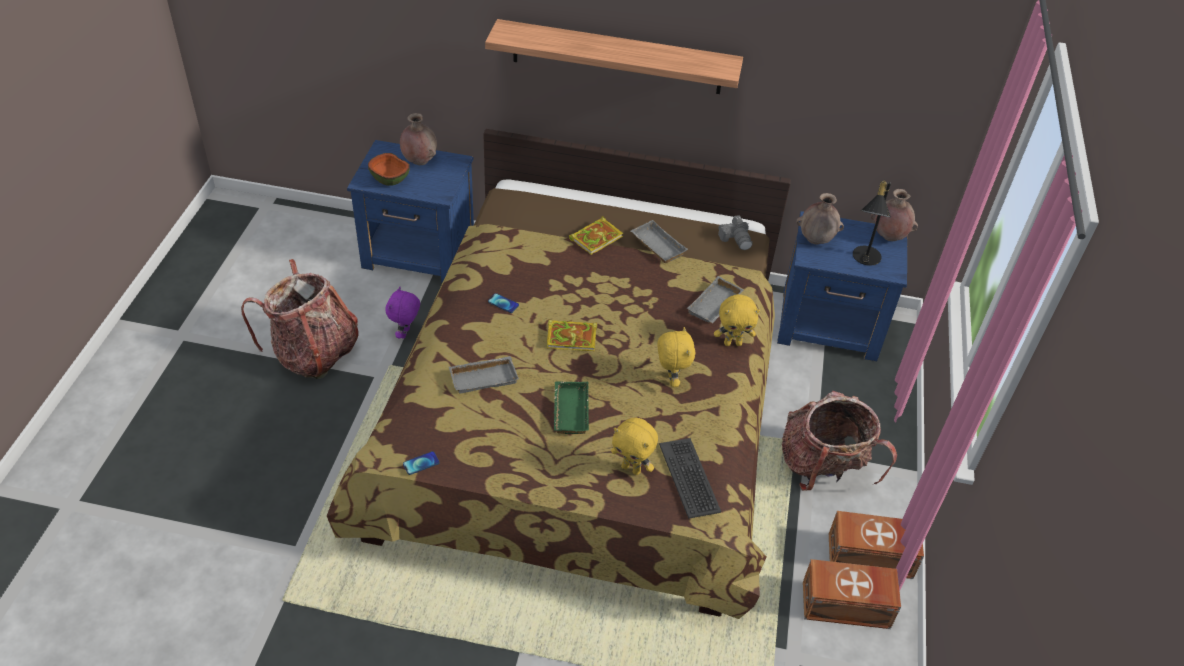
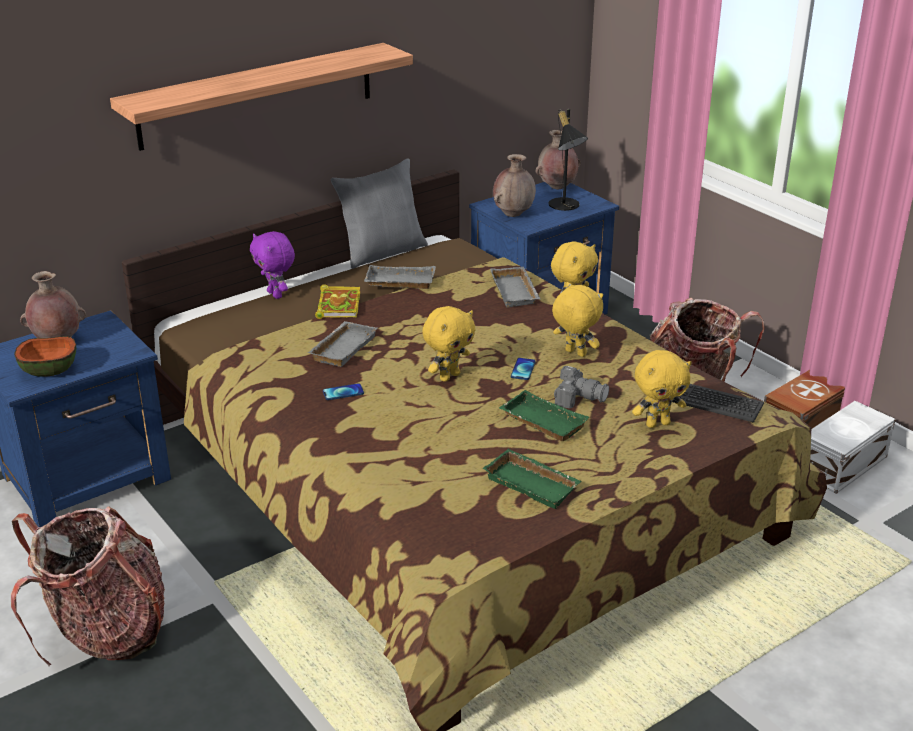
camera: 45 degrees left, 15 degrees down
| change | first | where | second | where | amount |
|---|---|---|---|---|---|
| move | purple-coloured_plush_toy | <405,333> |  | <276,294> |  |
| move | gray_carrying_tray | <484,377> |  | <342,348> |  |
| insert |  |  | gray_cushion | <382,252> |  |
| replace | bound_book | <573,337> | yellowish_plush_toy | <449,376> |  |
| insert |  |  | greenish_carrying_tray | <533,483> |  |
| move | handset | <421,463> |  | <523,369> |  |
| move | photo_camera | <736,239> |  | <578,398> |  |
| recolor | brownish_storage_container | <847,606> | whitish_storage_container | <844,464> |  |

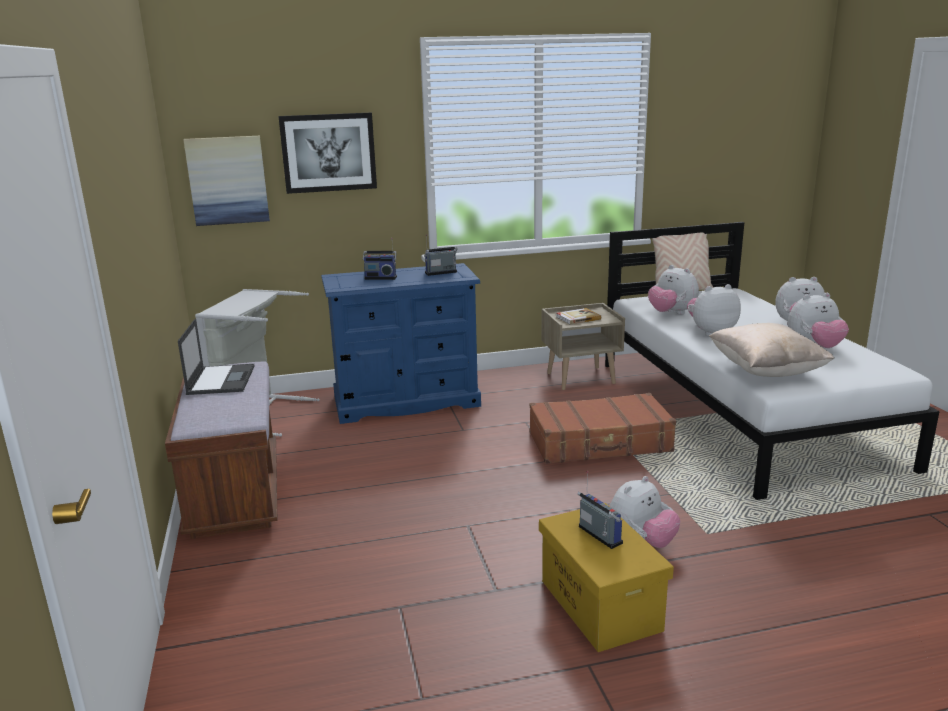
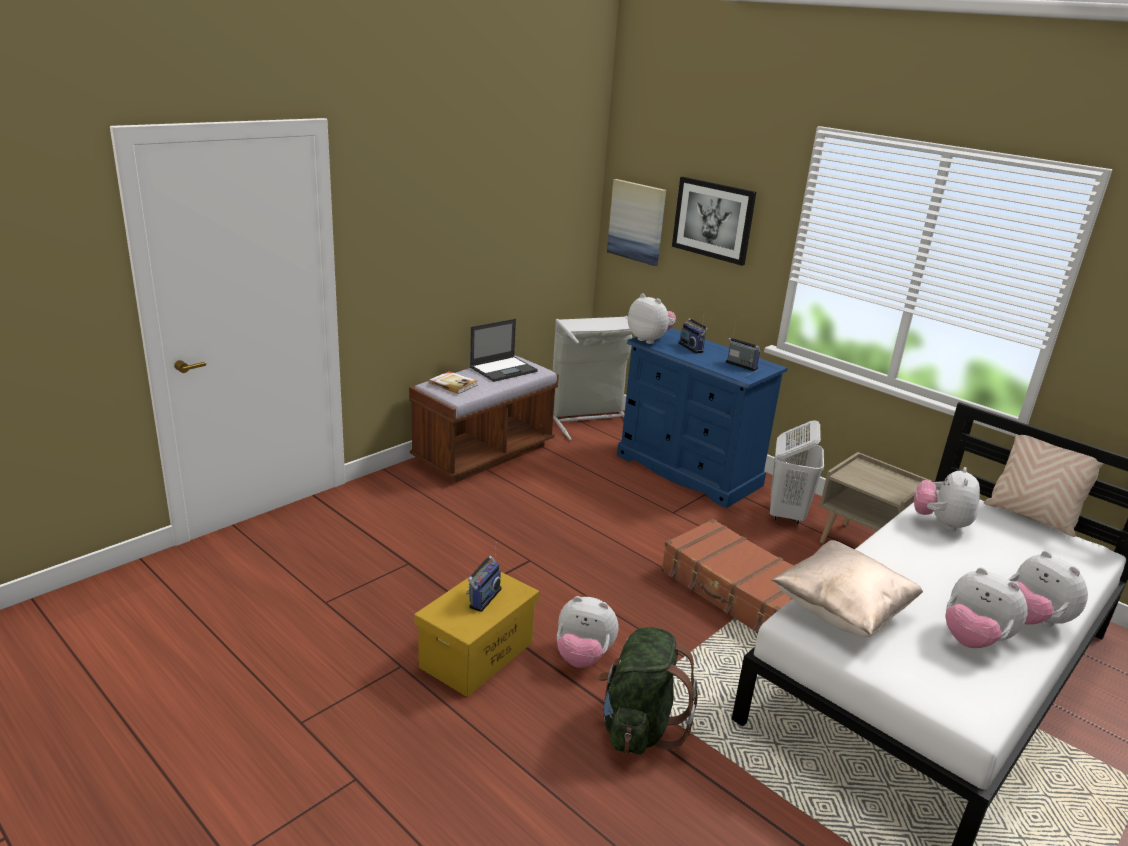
camera: 55 degrees right, 5 degrees up
| change | first | where | second | where | amount |
|---|---|---|---|---|---|
| move | bound_book | <577,318> |  | <453,384> |  |
| insert |  |  | greenish_rucksack | <638,727> |  |
| move | plush_toy | <710,332> |  | <649,340> |  |
| insert |  |  | whitish_laundry_basket | <786,514> |  |

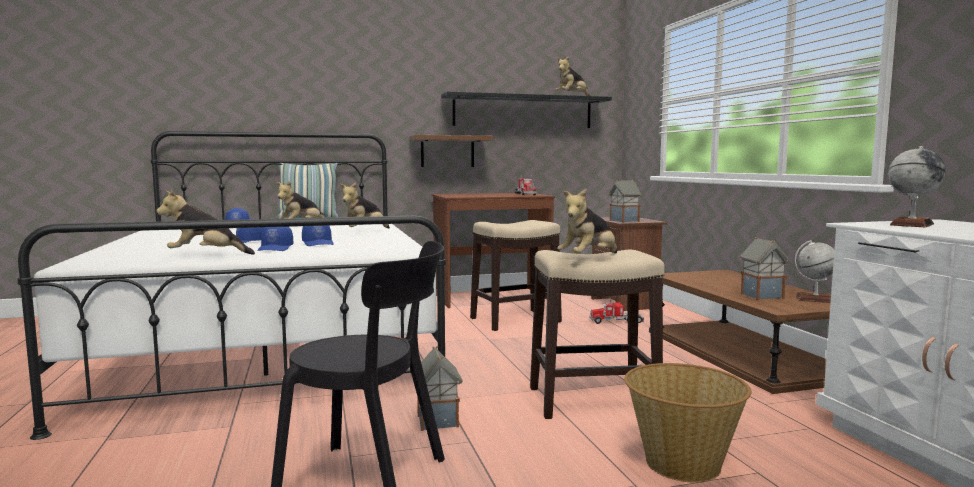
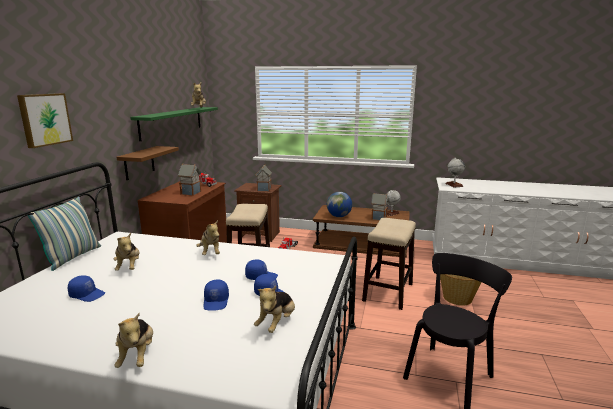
camera: 60 degrees left, 10 degrees up
| change | first | where | second | where | amount |
|---|---|---|---|---|---|
| insert |  |  | wall_art | <44,119> |  |
| move | plush_toy | <589,258> |  | <137,356> |  |
| recolor | black-coloured_wall_shelf | <523,111> | greenish_wall_shelf | <172,122> |  |
| move | miniature_house | <438,422> |  | <191,193> |  |
| insert |  |  | desk_globe | <339,216> |  |

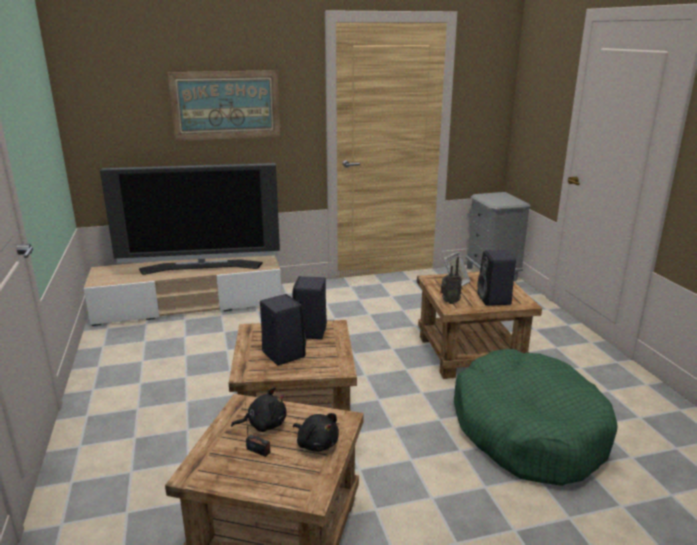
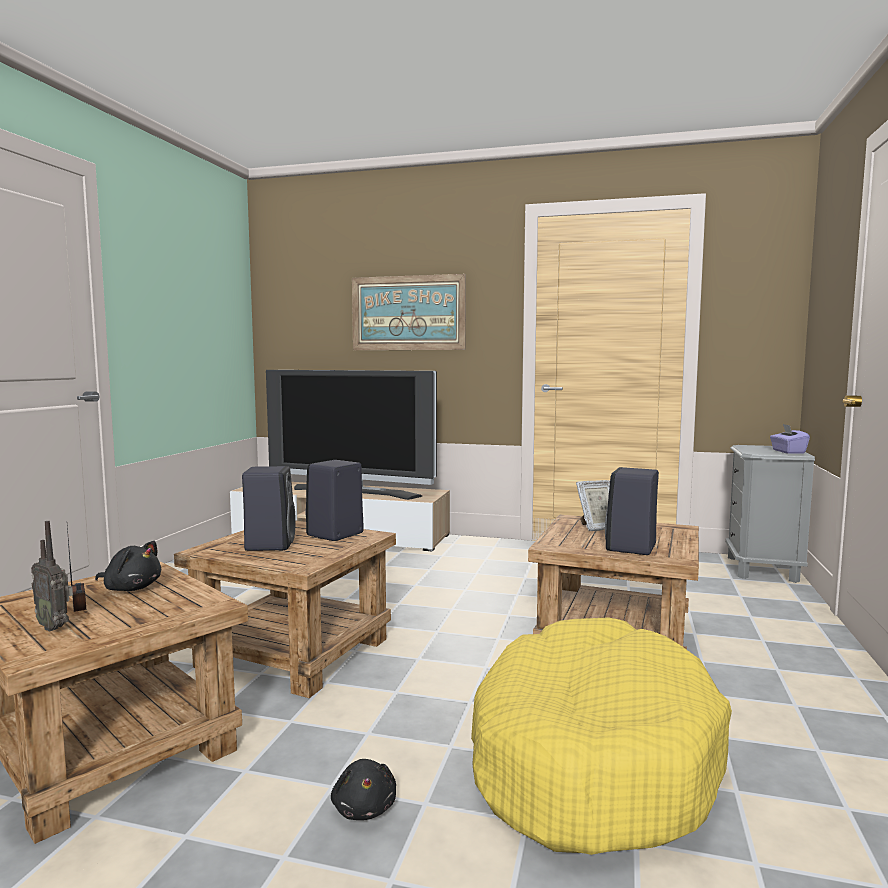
camera: 30 degrees right, 15 degrees down
| change | first | where | second | where | amount |
|---|---|---|---|---|---|
| move | radio | <449,302> |  | <55,627> |  |
| move | black-coloured_plush_toy | <316,443> |  | <364,808> |  |
| recolor | greenish_pet_bed | <527,430> | yellowish_pet_bed | <590,757> |  |
| insert |  |  | purple-coloured_tissue_box | <788,452> |  |

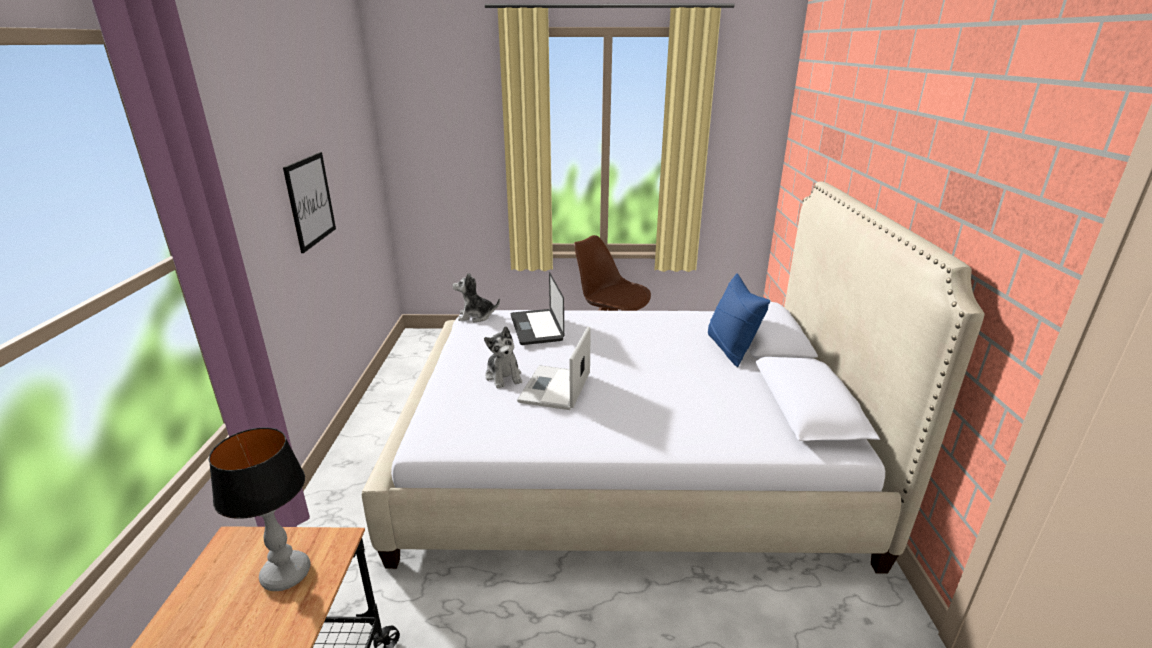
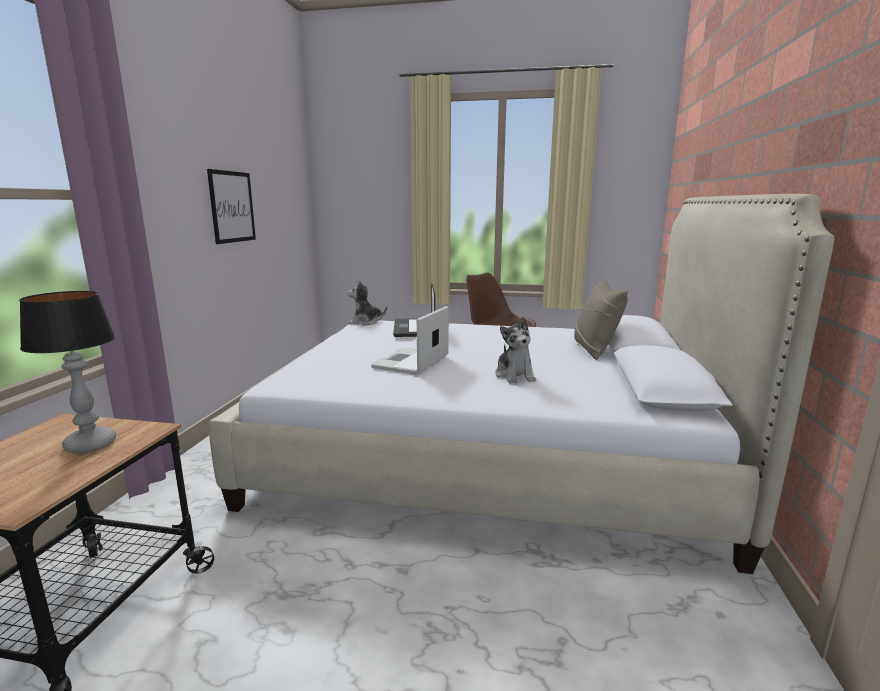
camera: 10 degrees right, 10 degrees down
| change | first | where | second | where | amount |
|---|---|---|---|---|---|
| move | plush_toy | <504,376> |  | <515,375> |  |
| recolor | blue_cushion | <731,348> | beige-coloured_cushion | <595,349> |  |

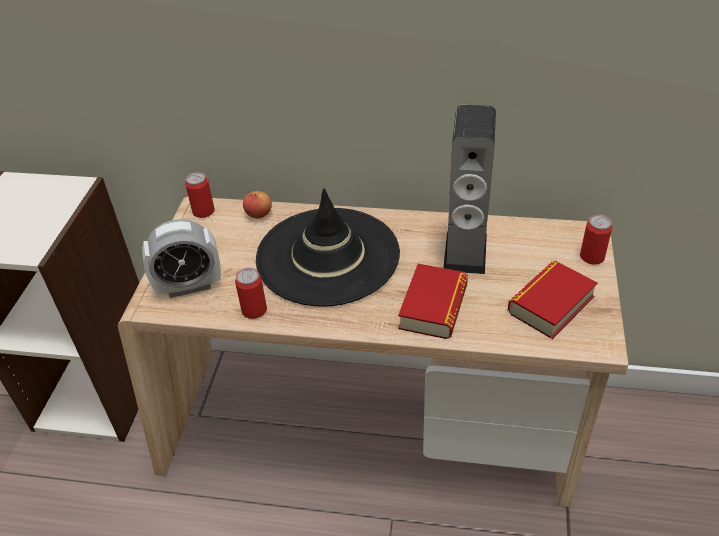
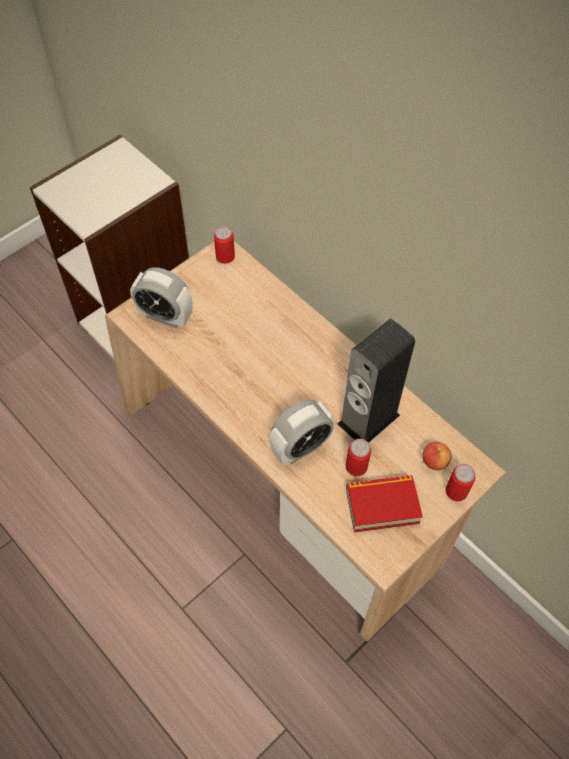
camera: 35 degrees right, 15 degrees up
| change | first | where | second | where | amount |
|---|---|---|---|---|---|
| replace | bound_book | <433,307> | alarm_clock | <301,448> |  |
| move | sealed_can | <254,310> |  | <356,466> |  |
| move | apple_fruit | <259,214> |  | <434,461> |  |
| delete | black-coloured_clothing_hat | <328,256> |  |  |  |

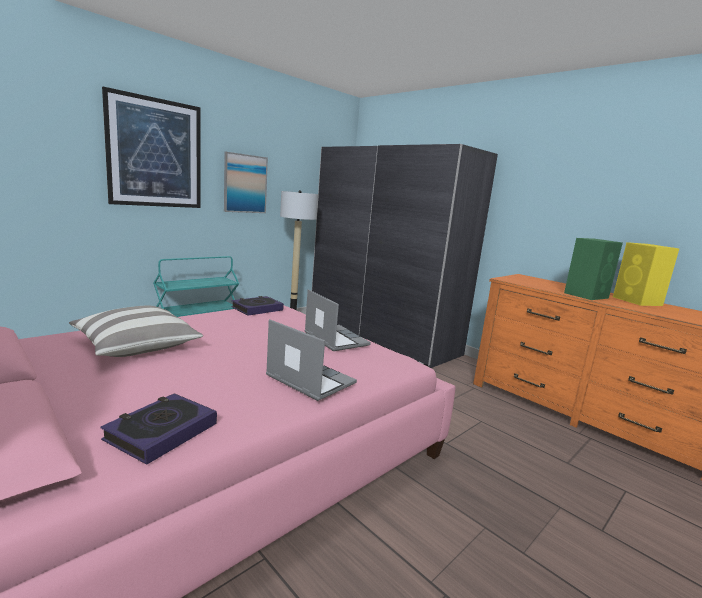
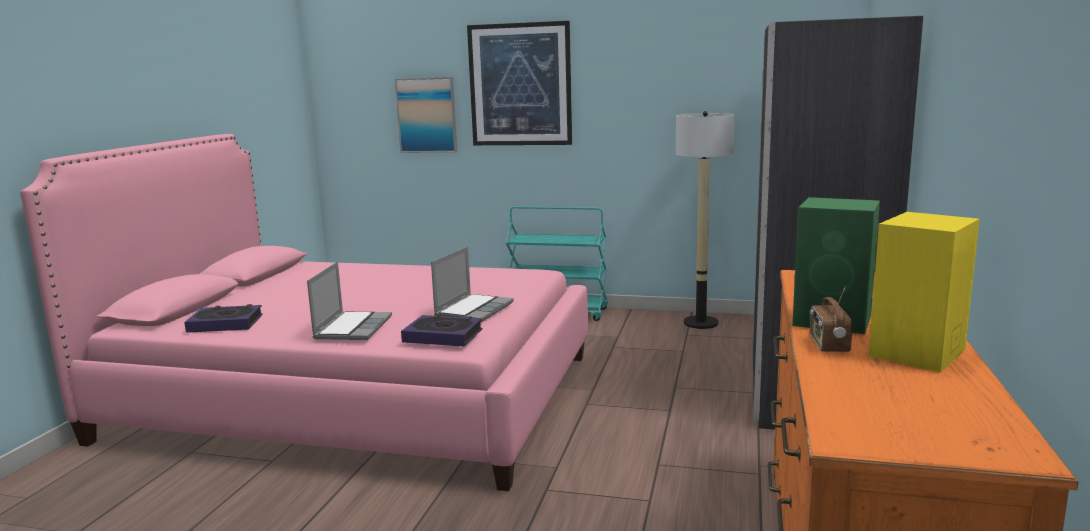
camera: 60 degrees right, 0 degrees up
| change | first | where | second | where | amount |
|---|---|---|---|---|---|
| move | wall_art | <245,183> |  | <427,115> |  |
| move | bound_book | <257,309> |  | <443,336> |  |
| insert |  |  | radio | <828,345> |  |
| delete | cushion | <137,346> |  |  |  |

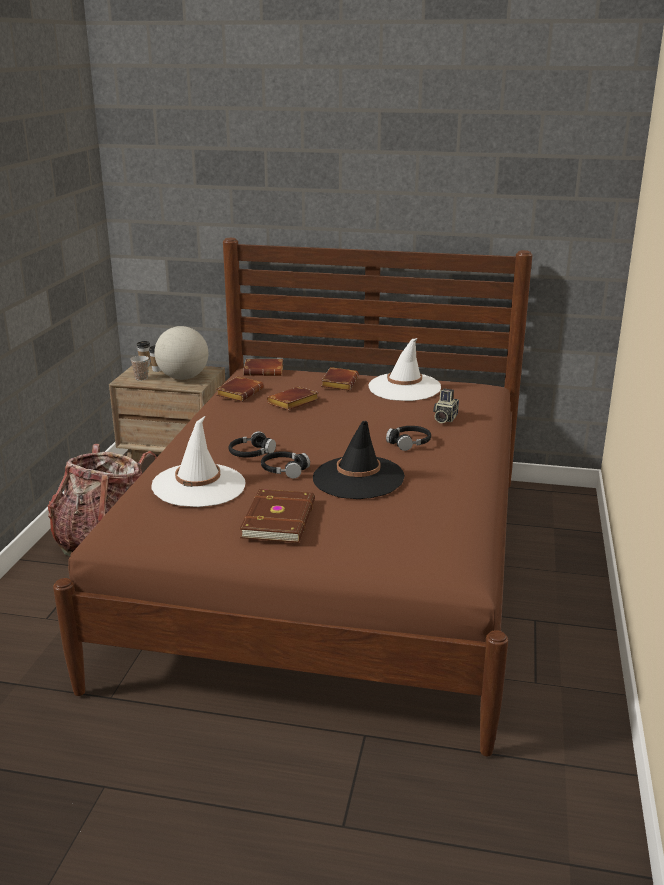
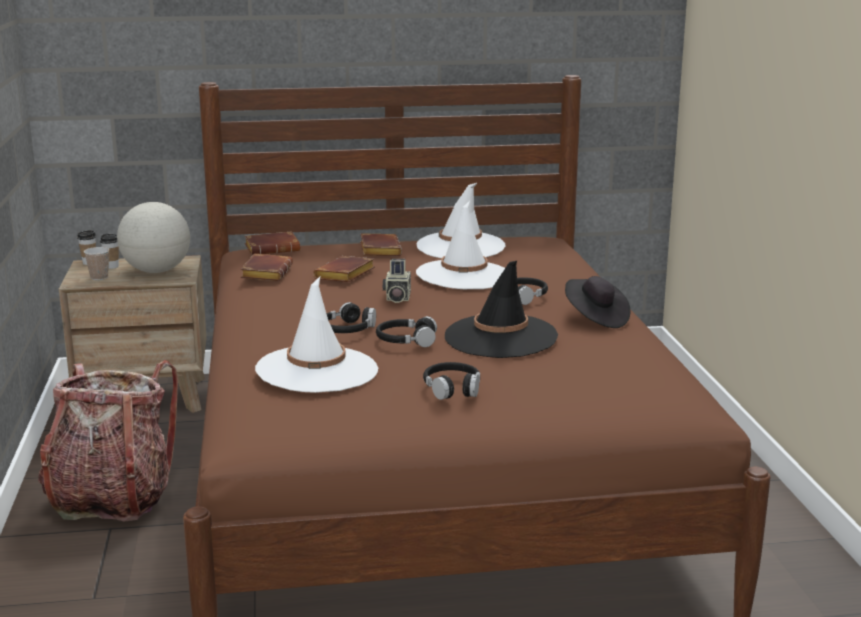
camera: 20 degrees left, 5 degrees down
| change | first | where | second | where | amount |
|---|---|---|---|---|---|
| move | photo_camera | <444,418> |  | <396,298> |  |
| insert |  |  | whitish_clothing_hat | <464,276> |  |
| replace | brownish_bound_book | <280,519> | black-coloured_headphones | <452,388> |  |
| insert |  |  | black-coloured_clothing_hat | <595,318> |  |

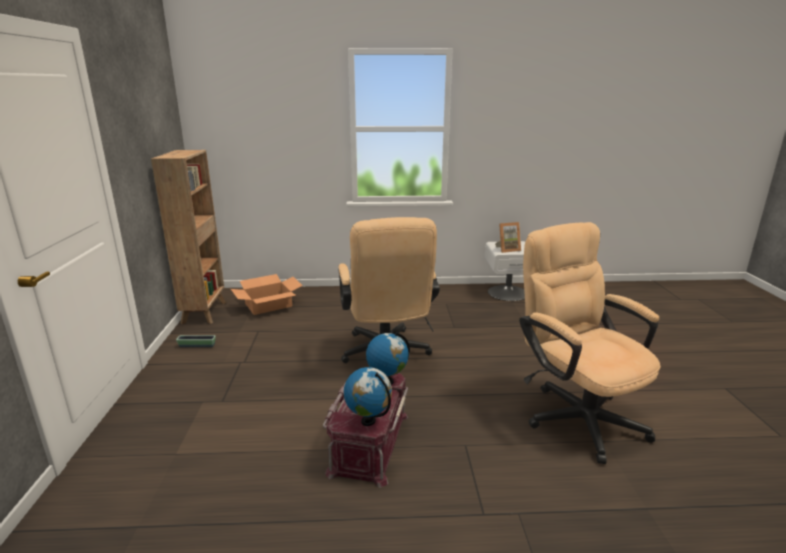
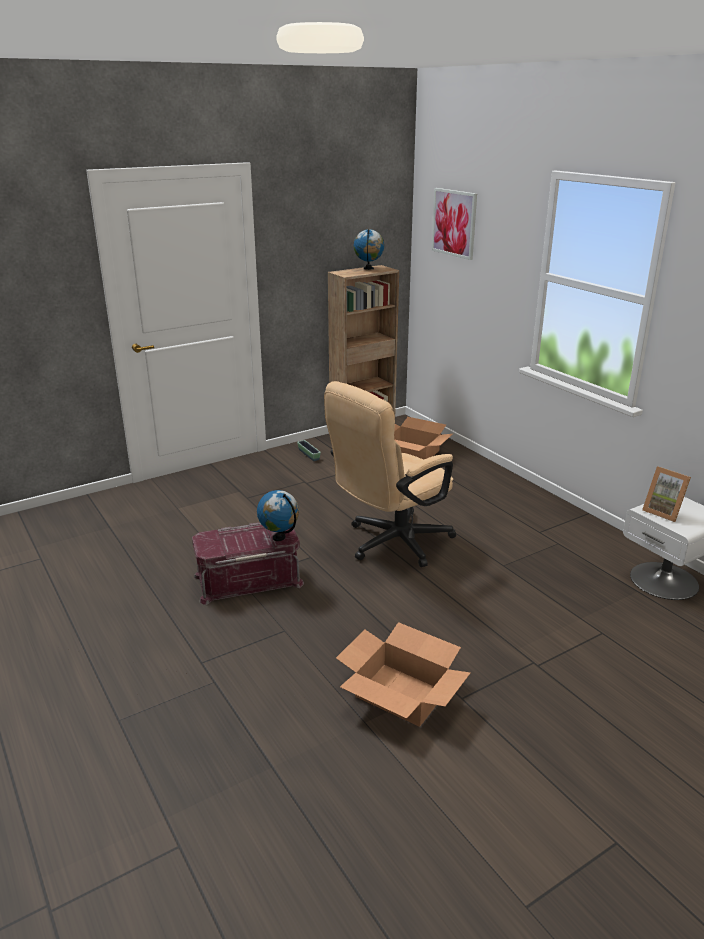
camera: 60 degrees right, 5 degrees up
| change | first | where | second | where | amount |
|---|---|---|---|---|---|
| replace | beige-coloured_office_chair | <576,414> | cardboard_box | <401,694> |  |
| move | desk_globe | <368,421> |  | <368,268> |  |
| insert |  |  | wall_art | <454,223> |  |

